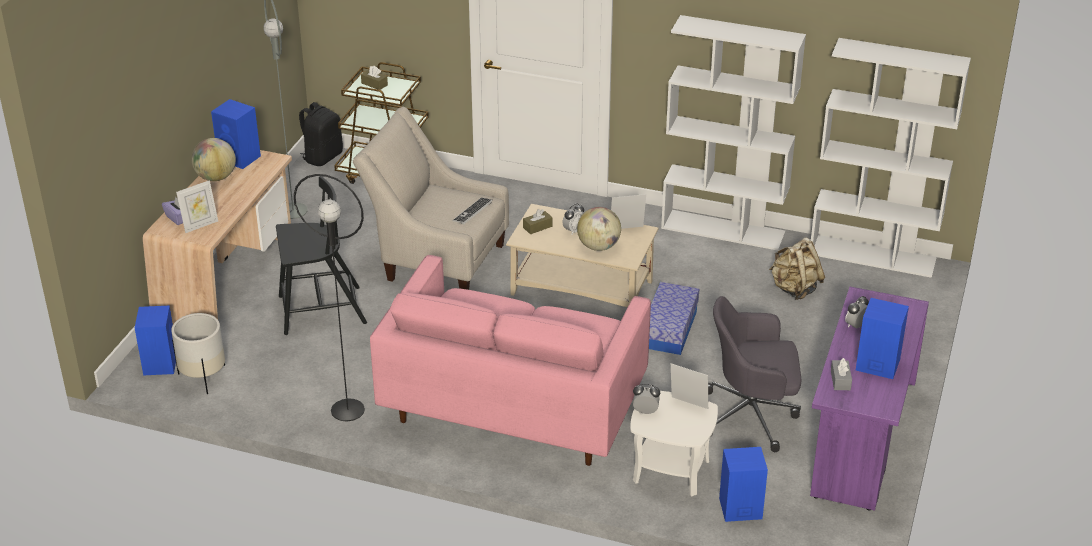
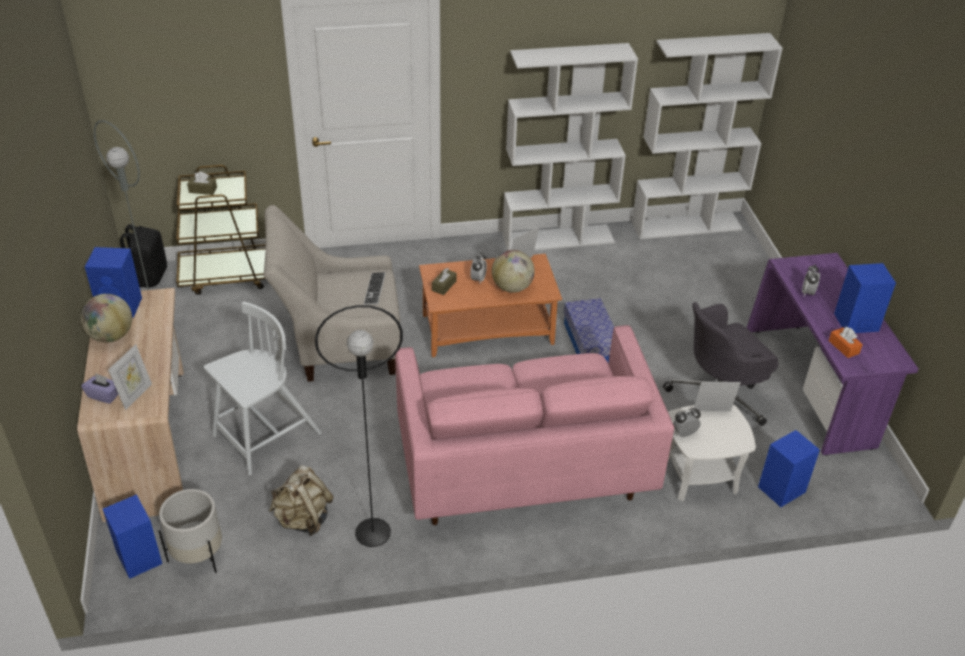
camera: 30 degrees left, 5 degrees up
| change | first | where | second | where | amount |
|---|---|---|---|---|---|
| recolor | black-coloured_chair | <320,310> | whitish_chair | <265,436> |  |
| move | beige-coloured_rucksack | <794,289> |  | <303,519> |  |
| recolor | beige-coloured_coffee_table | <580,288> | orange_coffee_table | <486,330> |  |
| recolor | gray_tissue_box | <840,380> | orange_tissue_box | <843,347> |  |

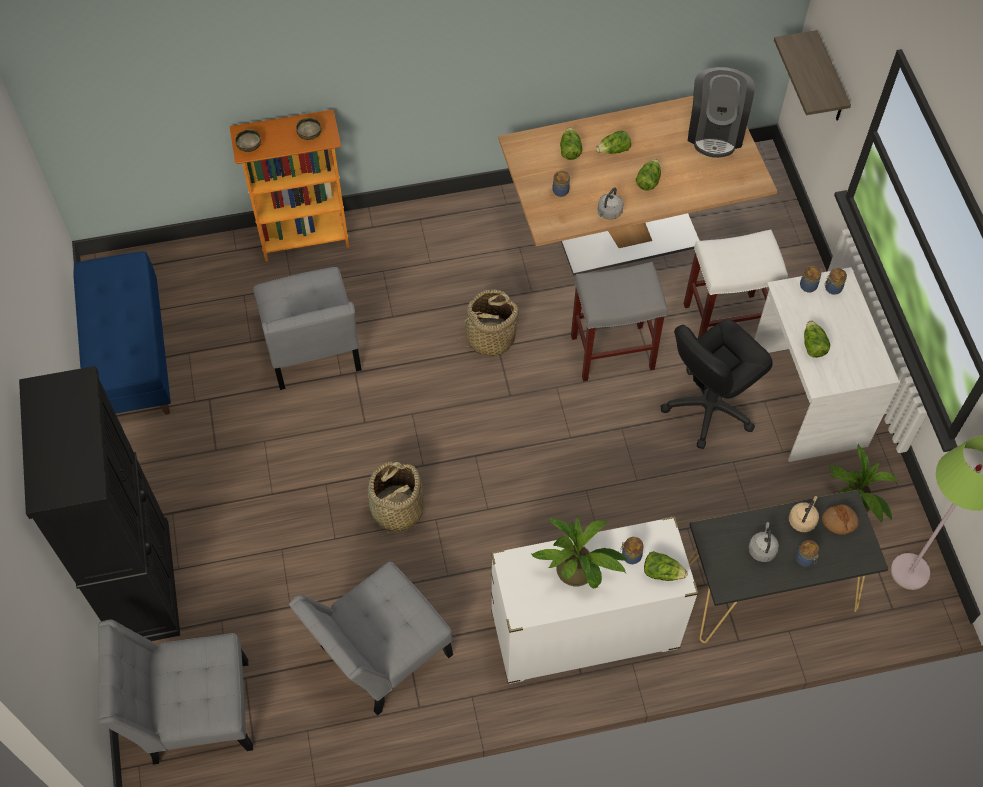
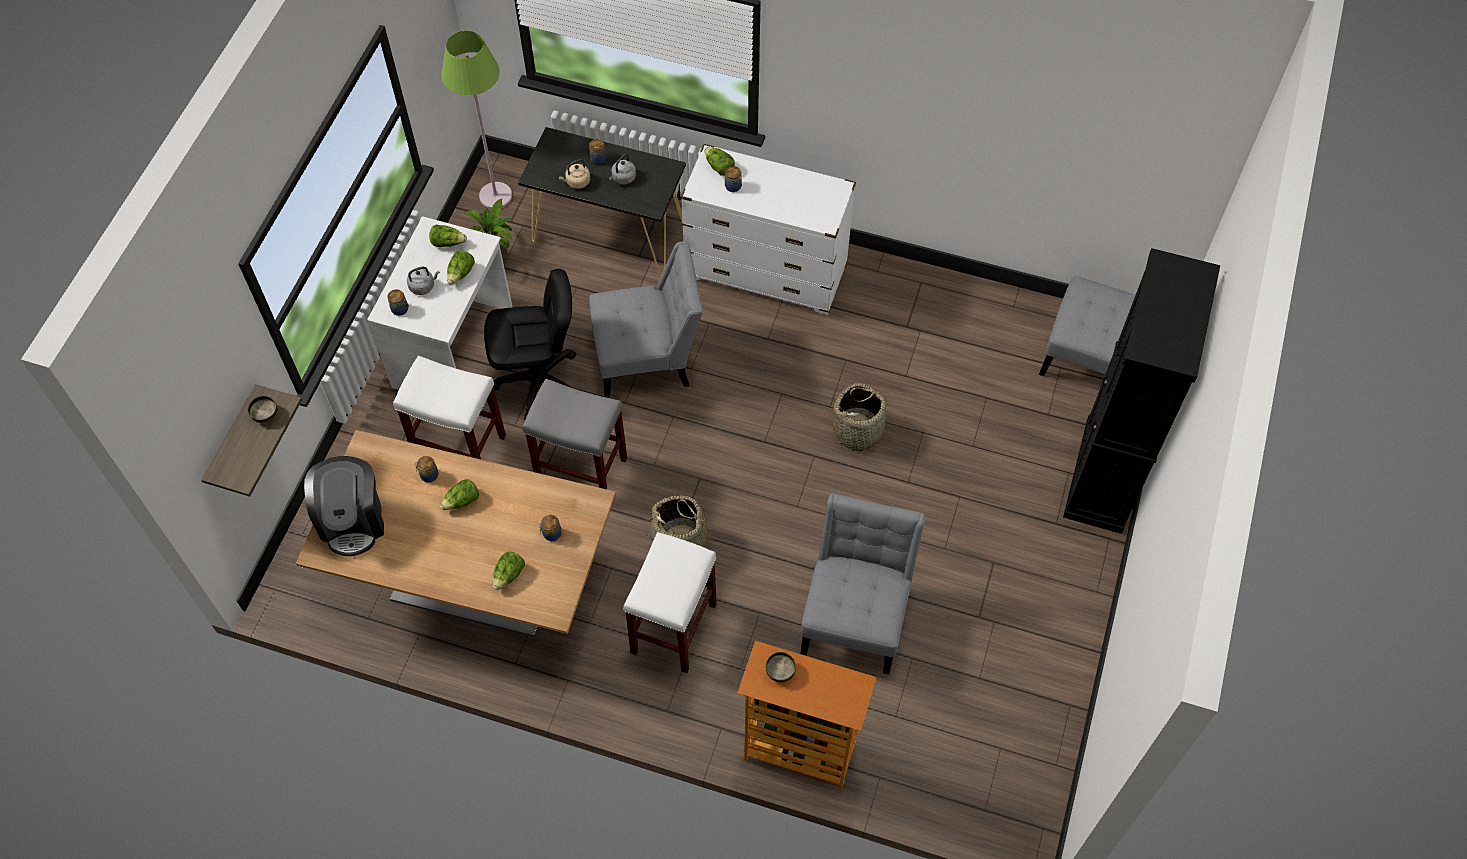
camera: 150 degrees left, 0 degrees up
| change | first | where | second | where | amount |
|---|---|---|---|---|---|
| move | bowl | <249,147> |  | <265,414> |  |
| rotate | coffee_brewer | <716,131> |  | <353,520> | 135 degrees clockwise |
| move | gray_tea_kettle | <608,213> |  | <423,286> |  |
| move | jar | <809,286> |  | <428,475> |  |
| move | lettuce_head | <614,150> |  | <448,242> |  |
| move | gray_chair | <379,655> |  | <648,358> |  |
| insert |  |  | whitish_stool_seat | <674,630> |  |
| delete | blue_indoor_bench | <130,357> |  |  |  |
| delete | potted_plant | <579,573> |  |  |  |
| delete | baked_bread | <839,521> |  |  |  |

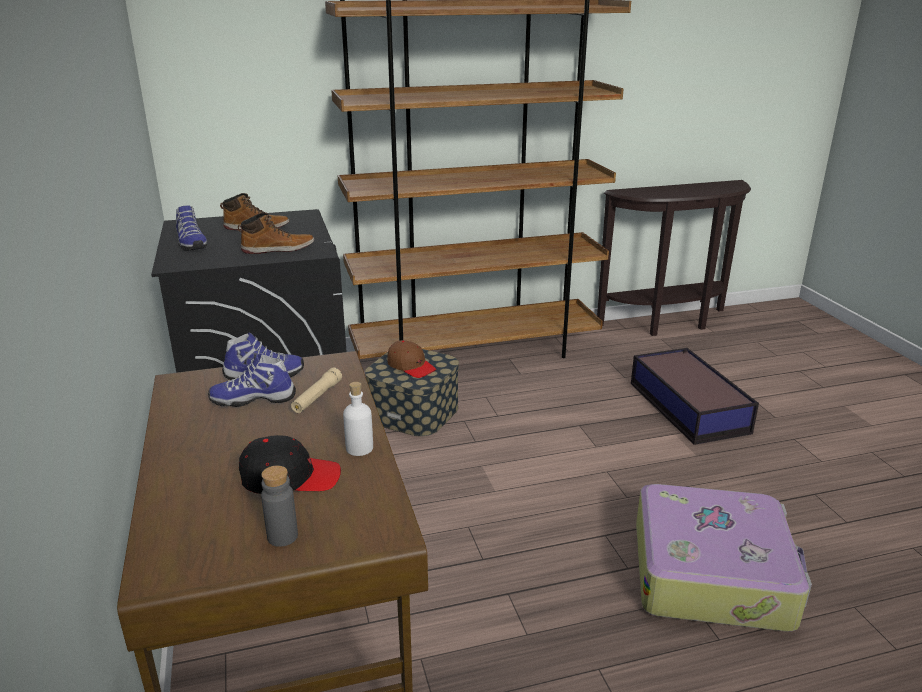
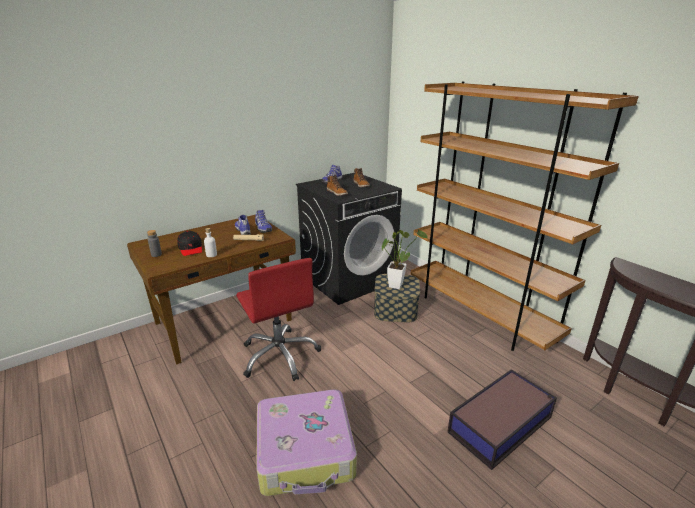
camera: 70 degrees right, 0 degrees up
| change | first | where | second | where | amount |
|---|---|---|---|---|---|
| insert |  |  | red-coloured_office_chair | <280,355> |  |
| replace | brownish_baseball_cap | <411,366> | potted_plant | <396,284> |  |

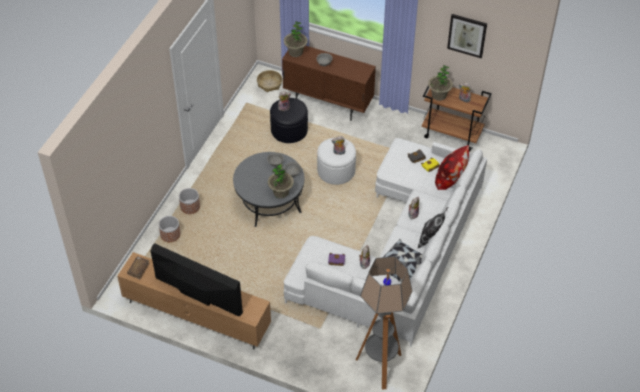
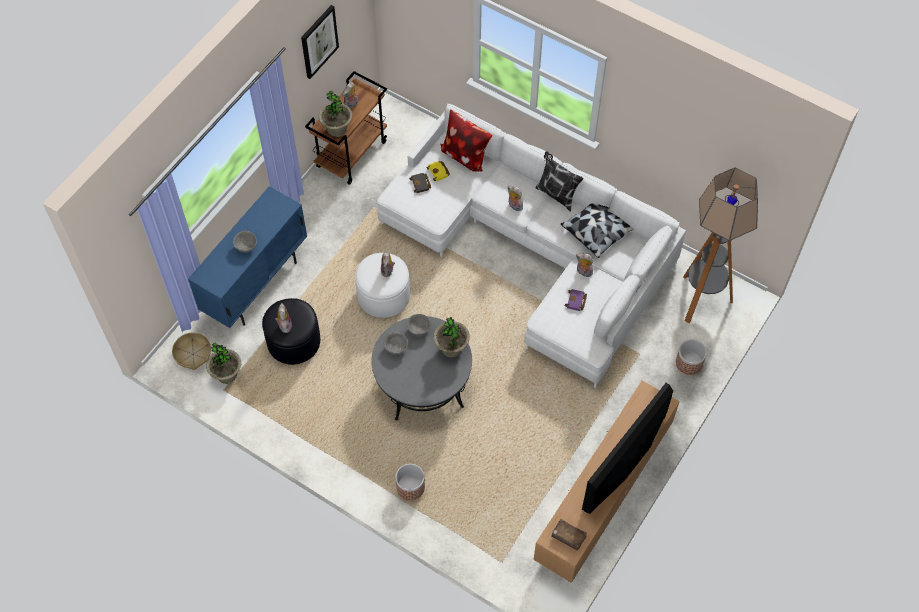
camera: 80 degrees left, 10 degrees up
| change | first | where | second | where | amount |
|---|---|---|---|---|---|
| recolor | brownish_storage_cabinet | <328,104> | blue_storage_cabinet | <256,285> |  |
| move | potted_plant | <295,52> |  | <227,374> |  |
| move | plant_pot | <170,235> |  | <689,363> |  |

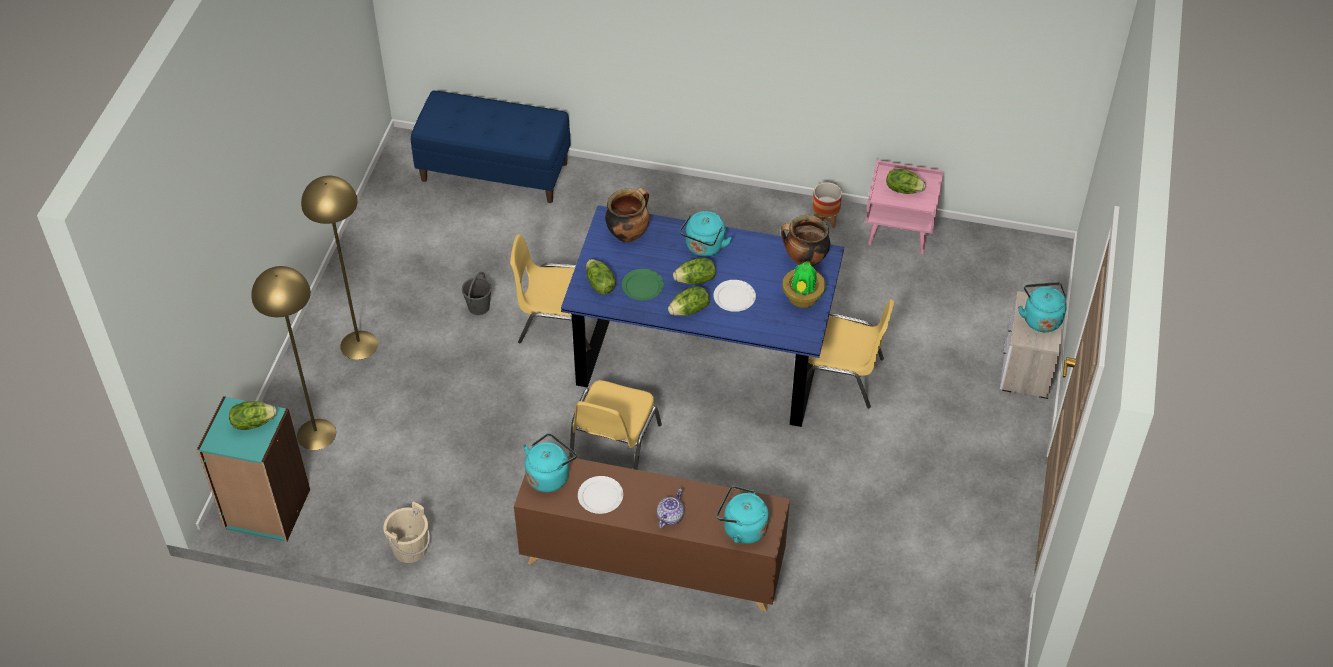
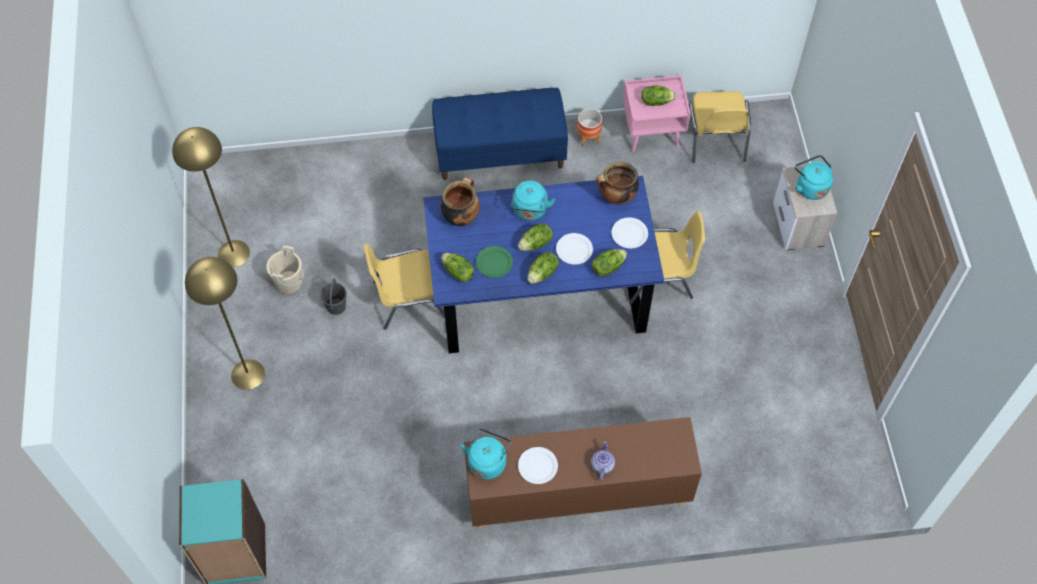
camera: 20 degrees left, 10 degrees up
| change | first | where | second | where | amount |
|---|---|---|---|---|---|
| move | yellowish_floor_lamp | <316,434> |  | <233,253> |  |
| move | beige-coloured_bucket | <410,548> |  | <288,282> |  |
| move | blue_indoor_bench | <495,171> |  | <500,152> |  |
| move | lettuce_head | <253,422> |  | <607,267> |  |
| replace | potted_plant | <802,299> | whitish_flat_dish | <629,234> |  |
| move | yellowish_chair | <613,446> |  | <715,139> |  |
| delete | blue-green_tea_kettle | <742,528> |  |  |  |

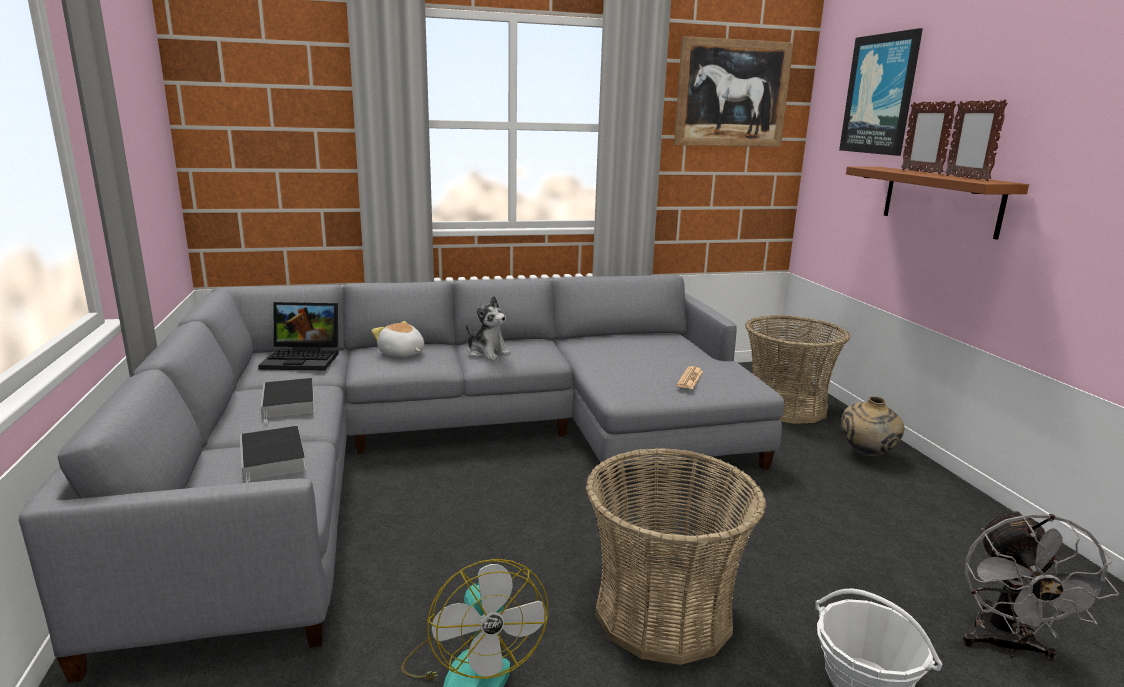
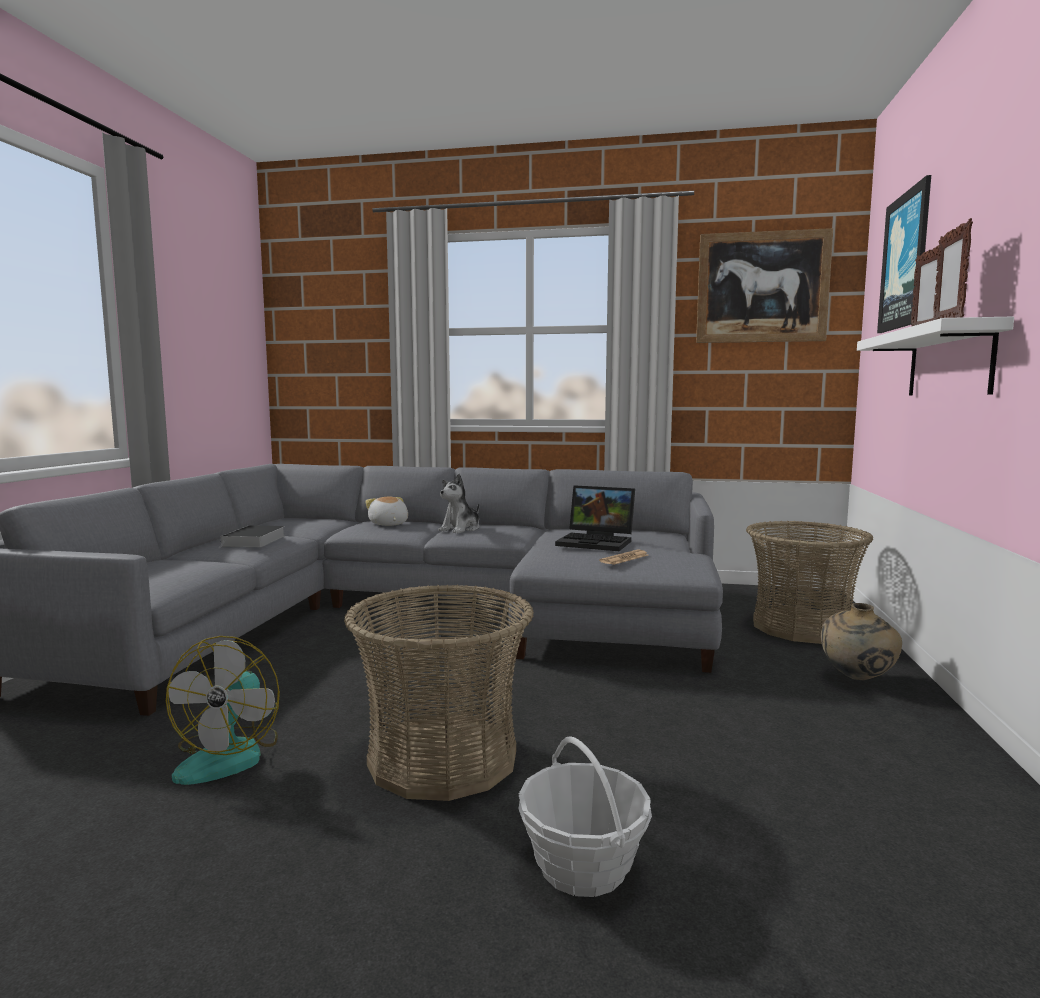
camera: 25 degrees right, 10 degrees down
| change | first | where | second | where | amount |
|---|---|---|---|---|---|
| rotate | plush_toy | <487,353> |  | <461,529> | 60 degrees clockwise |
| move | laptop | <304,359> |  | <598,542> |  |
| recolor | brownish_wall_shelf | <940,200> | whitish_wall_shelf | <949,363> |  |
| delete | bound_book | <273,459> |  |  |  |
| delete | gray_electric_fan | <1005,646> |  |  |  |

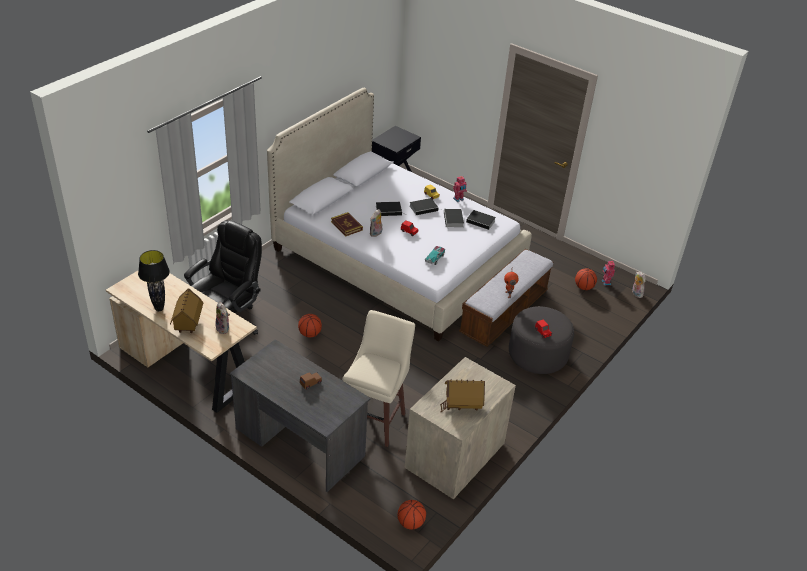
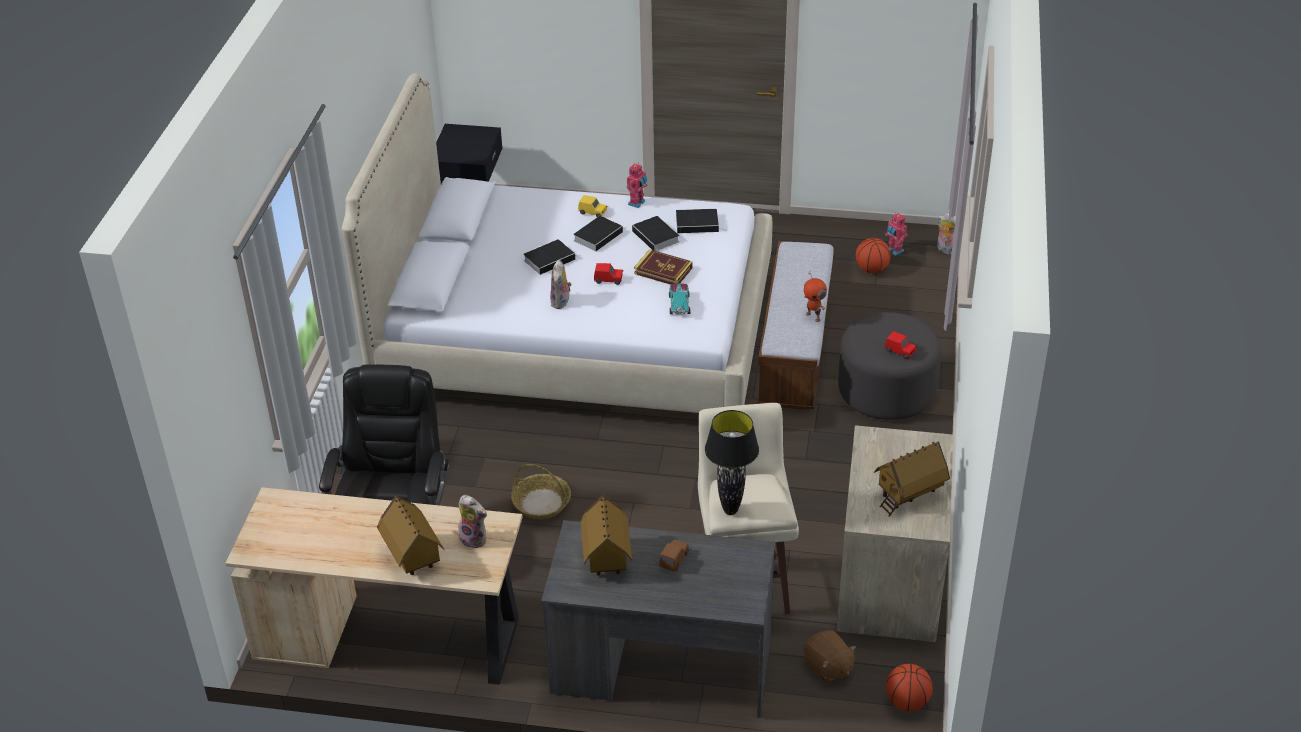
camera: 25 degrees left, 0 degrees up
| change | first | where | second | where | amount |
|---|---|---|---|---|---|
| replace | ball_for_basketball | <310,334> | household_basket | <541,503> |  |
| insert |  |  | miniature_house | <606,558> |  |
| move | bound_book | <346,226> |  | <663,271> |  |
| move | black-coloured_table_lamp | <159,309> |  | <730,510> |  |
| insert |  |  | brownish_plush_toy | <828,668> |  |

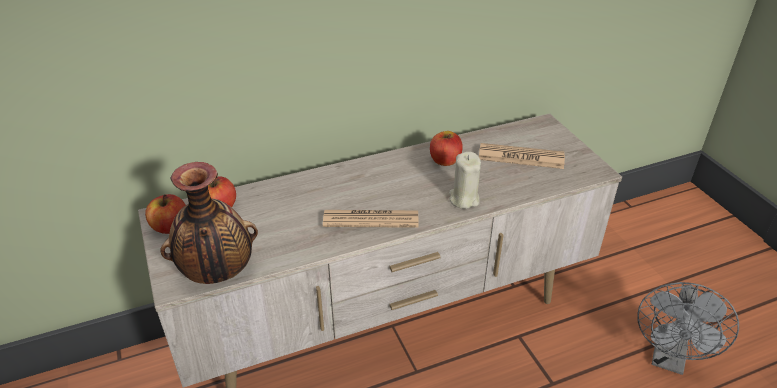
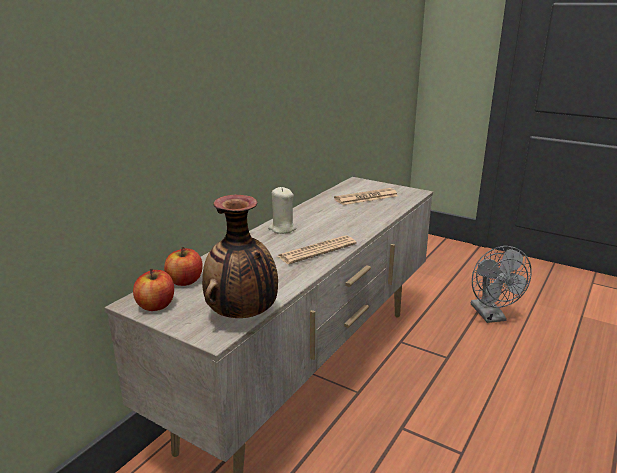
camera: 35 degrees left, 15 degrees down
| change | first | where | second | where | amount |
|---|---|---|---|---|---|
| move | beige-coloured_candle | <463,199> |  | <282,229> |  |
| delete | apple_fruit | <445,160> |  |  |  |

